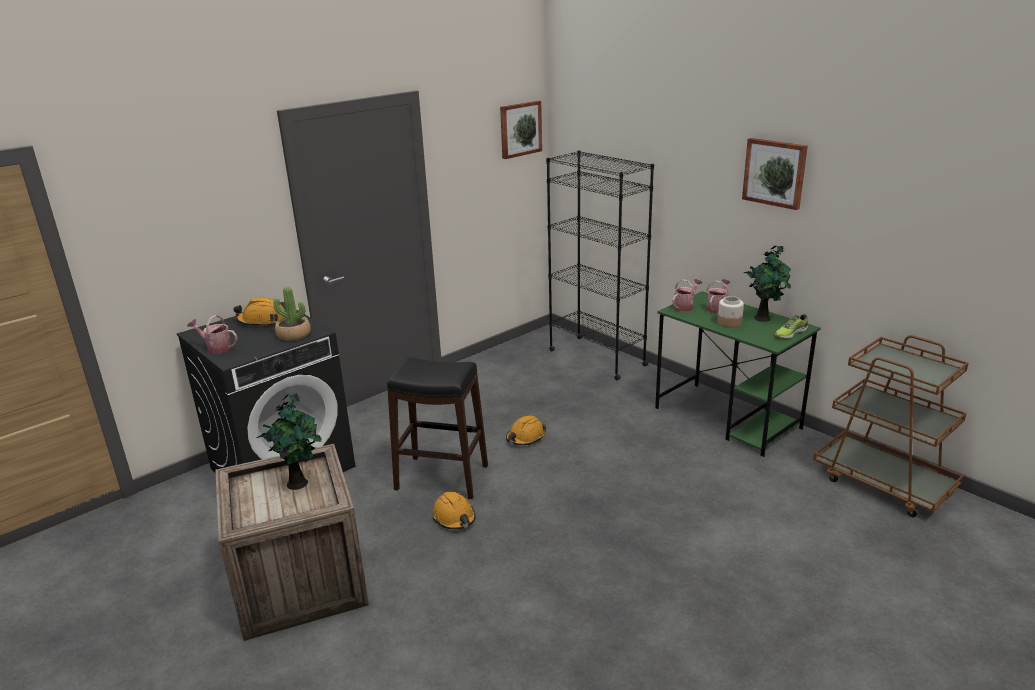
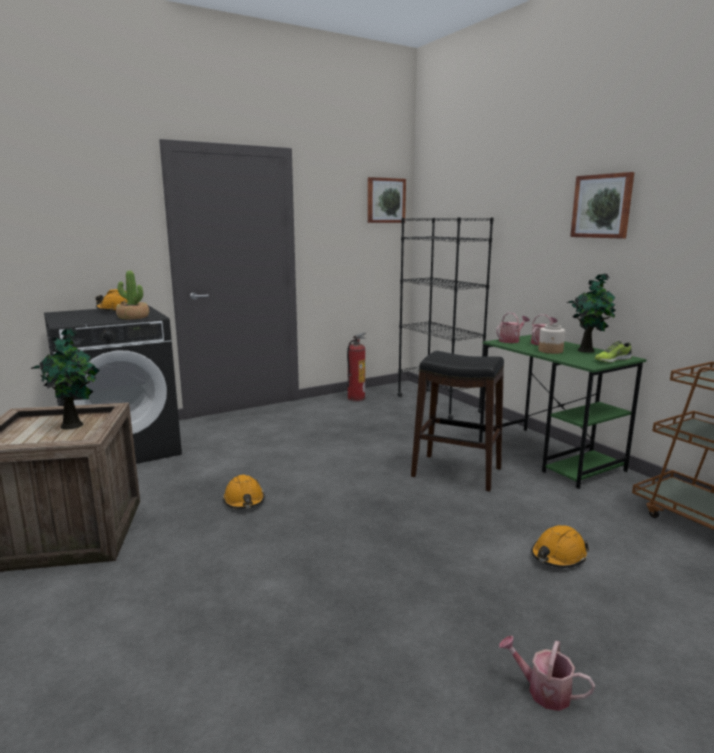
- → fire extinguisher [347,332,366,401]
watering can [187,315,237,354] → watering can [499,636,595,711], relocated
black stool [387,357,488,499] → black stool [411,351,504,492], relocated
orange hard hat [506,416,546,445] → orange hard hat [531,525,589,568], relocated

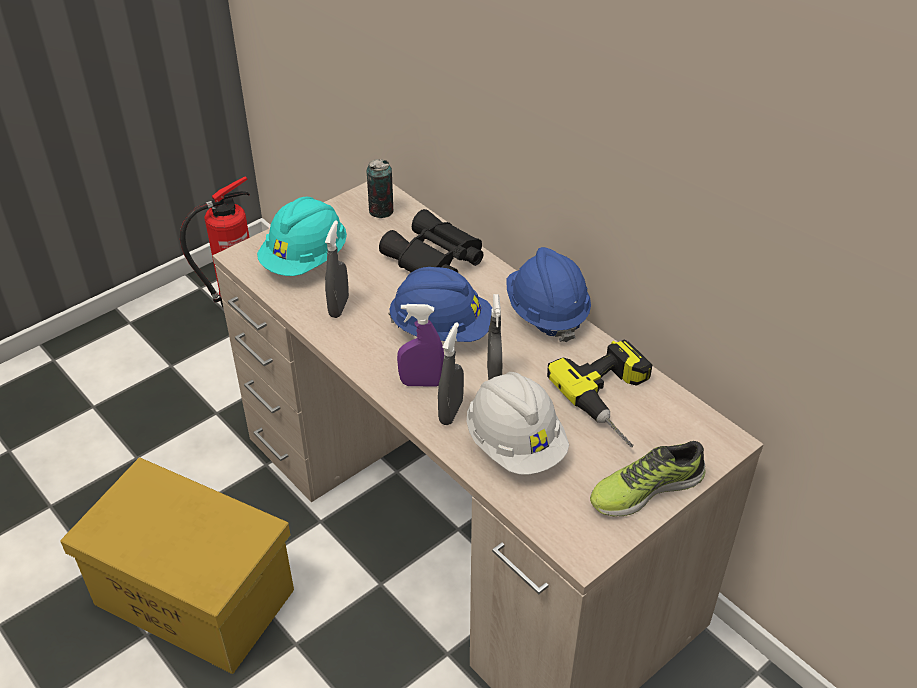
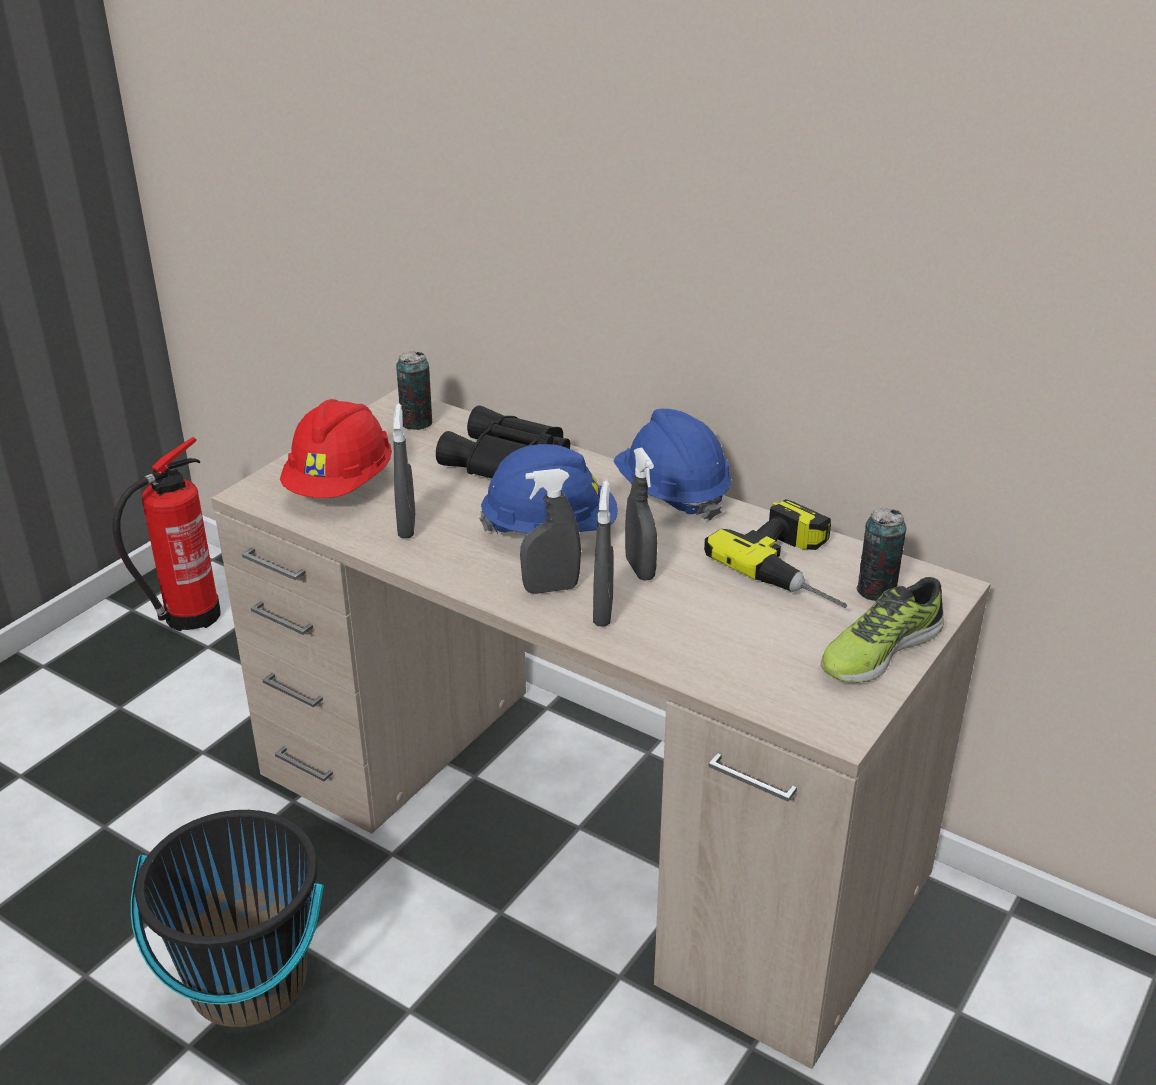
white hard hat [467,372,569,475] → -
- → can [856,508,906,601]
yellow storage box [60,457,294,674] → black bucket [131,810,324,1028]
turquoise hard hat [257,197,347,276] → red hard hat [280,399,392,498]
purple spray bottle [397,304,444,387] → grey spray bottle [520,469,581,594]

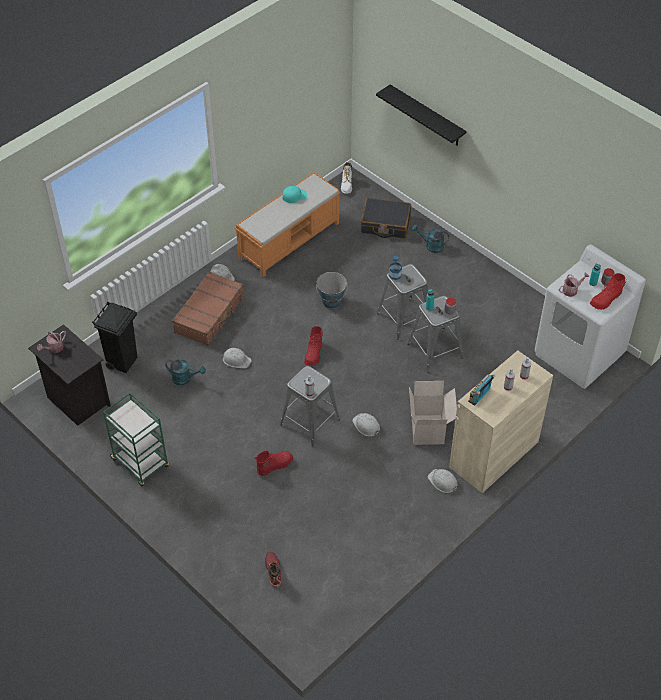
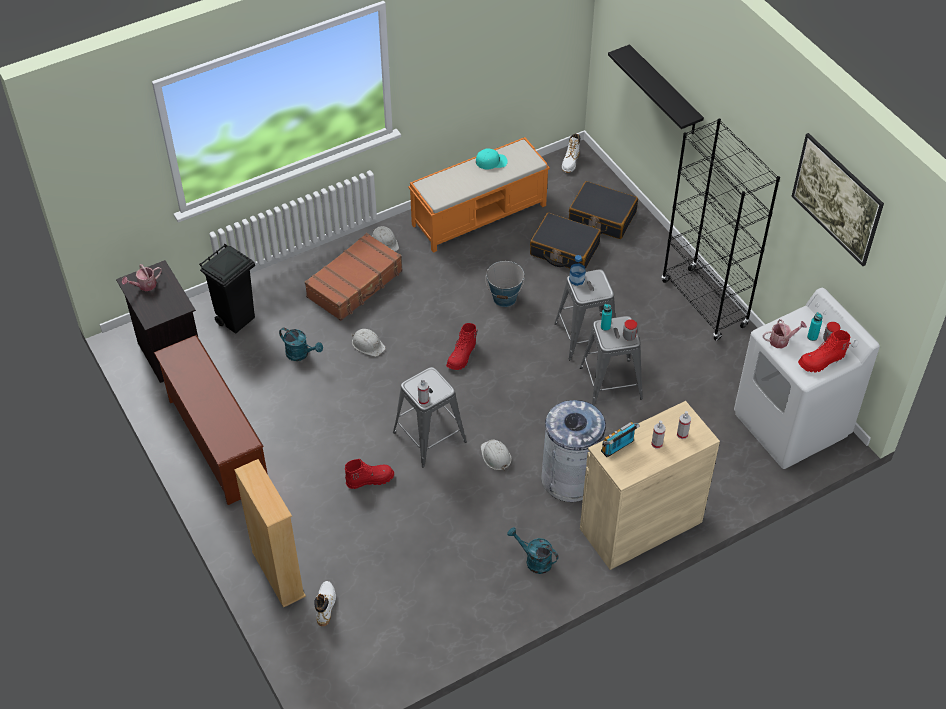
white hard hat [428,469,458,493] → -
- → beige bookcase [234,459,306,608]
- → black suitcase [530,213,601,269]
- → black bookcase [662,118,780,341]
- → picture [791,133,884,266]
turquoise watering can [412,224,449,253] → turquoise watering can [507,527,558,574], relocated
green cart [103,392,169,487] → brown shoe rack [154,335,268,505]
cardboard box [409,381,457,445] → grey trash can [541,400,606,502]
red boot [265,552,281,588] → white boot [314,581,336,626]

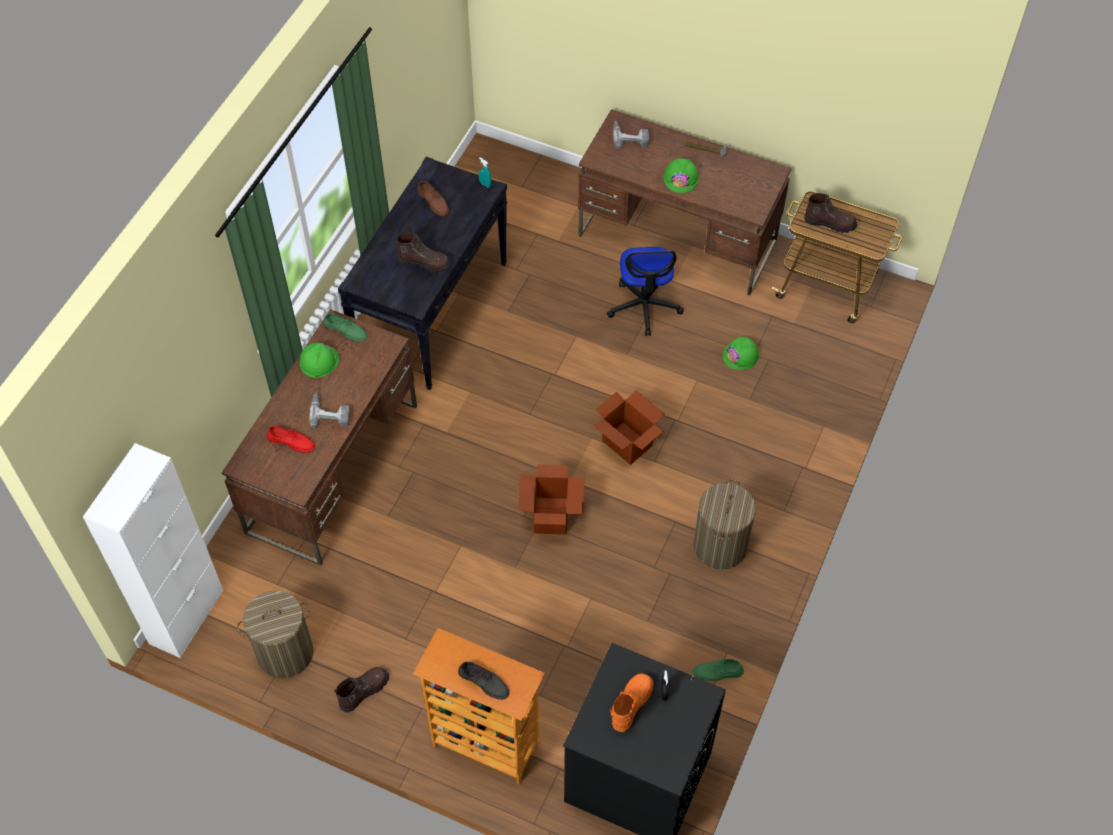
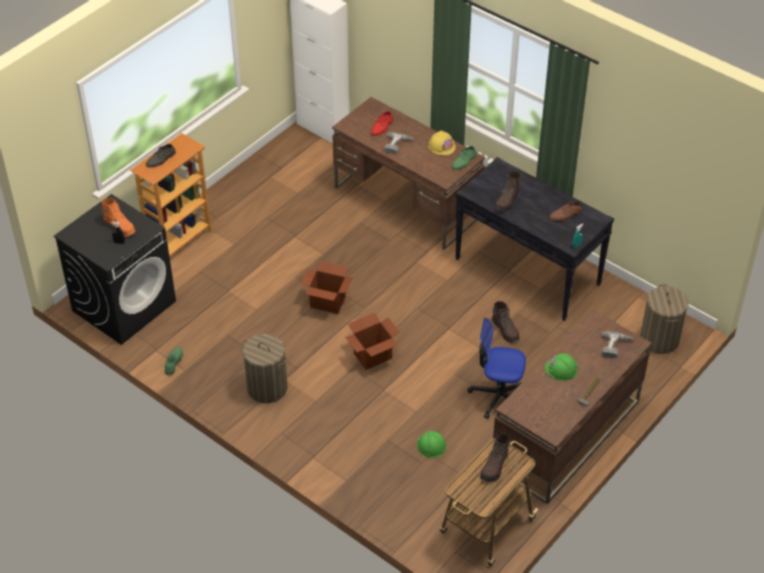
laundry basket [237,590,314,678] → laundry basket [640,284,688,354], relocated
brown boot [334,667,389,712] → brown boot [492,301,520,343], relocated
green hard hat [299,343,339,378] → yellow hard hat [428,131,456,155]

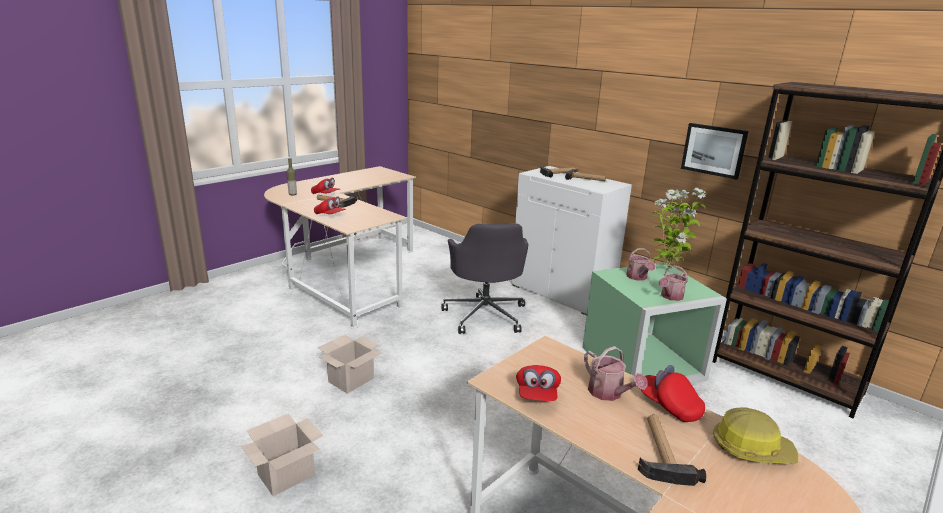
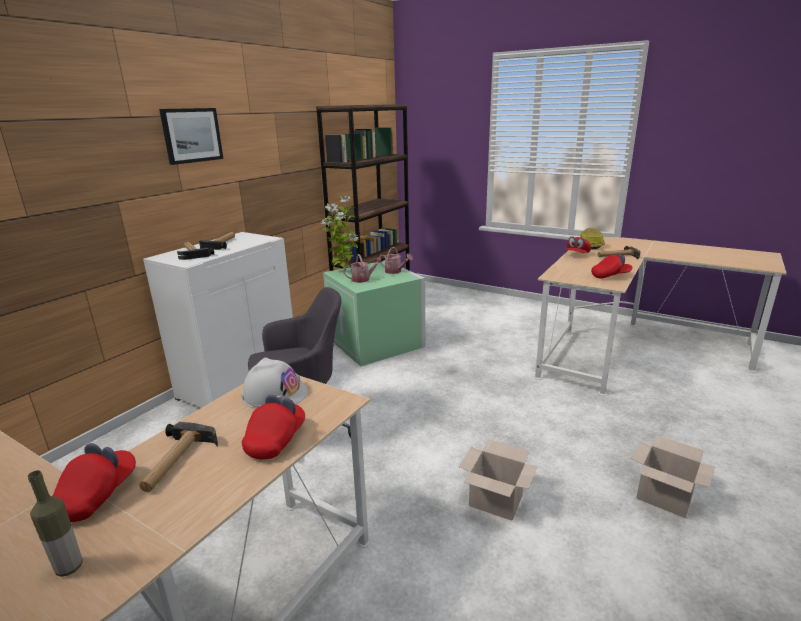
watering can [584,346,647,401] → -
- → white hard hat [241,357,308,409]
picture [681,123,748,180] → picture [159,108,223,165], relocated

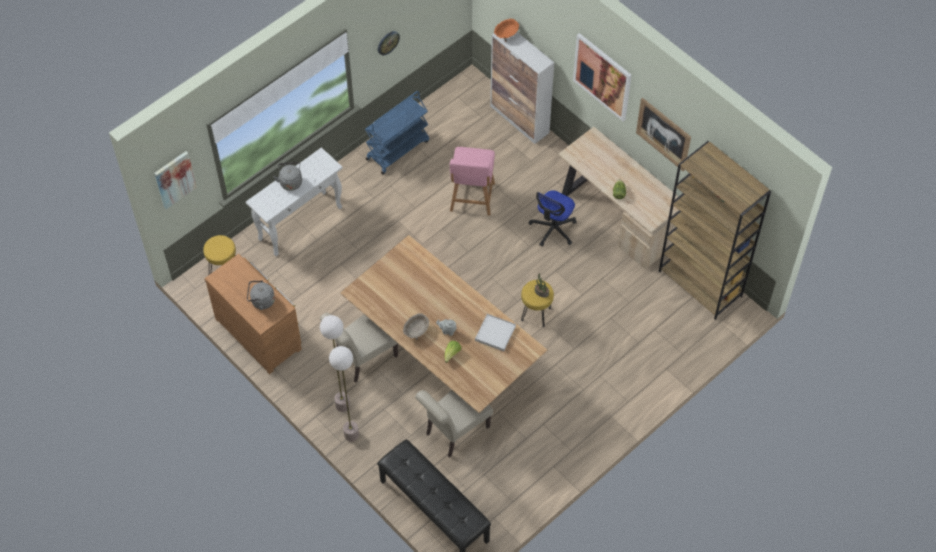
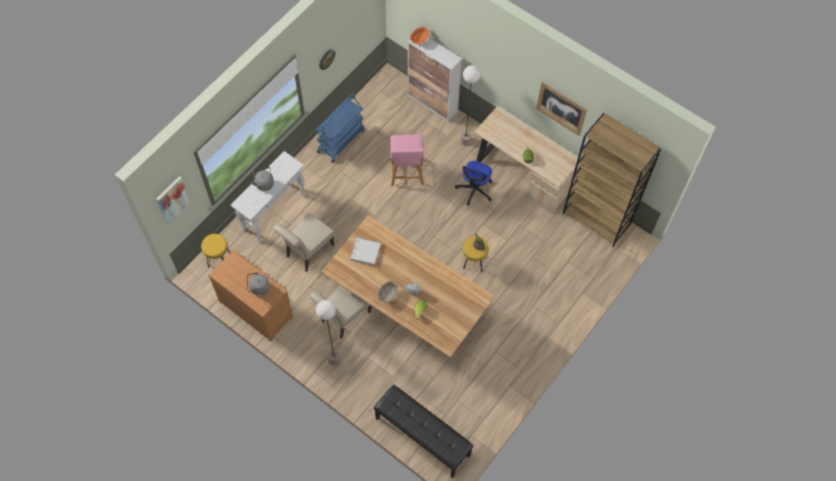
picture [573,33,631,121] → -
floor lamp [329,346,359,441] → floor lamp [460,65,480,146], relocated
beige chair [415,390,493,458] → beige chair [273,213,335,272], relocated
white tray [475,314,516,351] → white tray [350,237,381,266], relocated

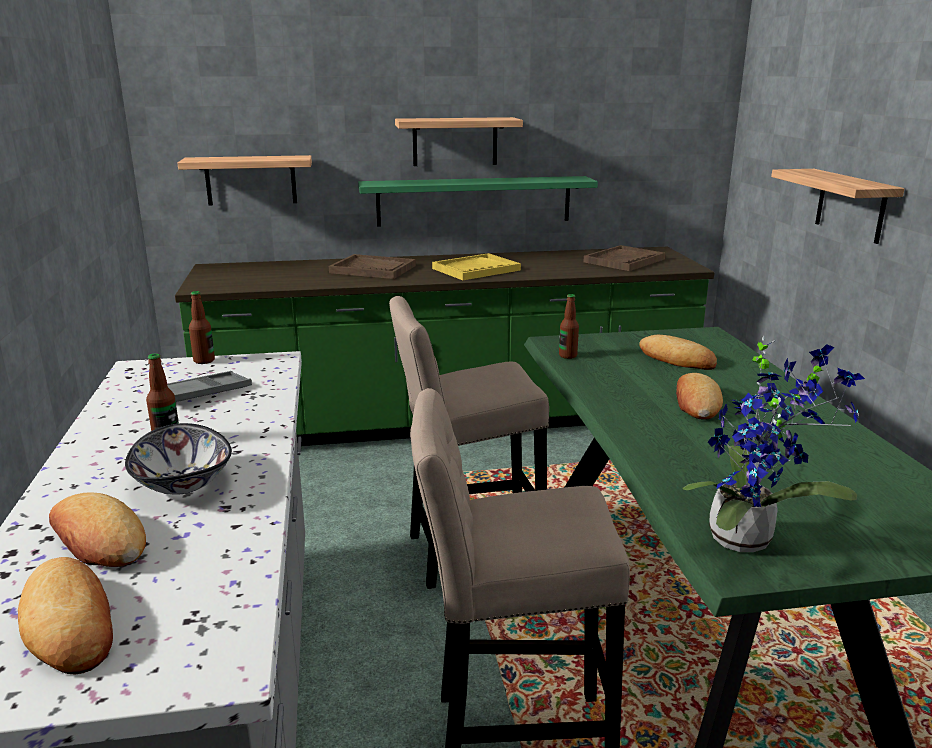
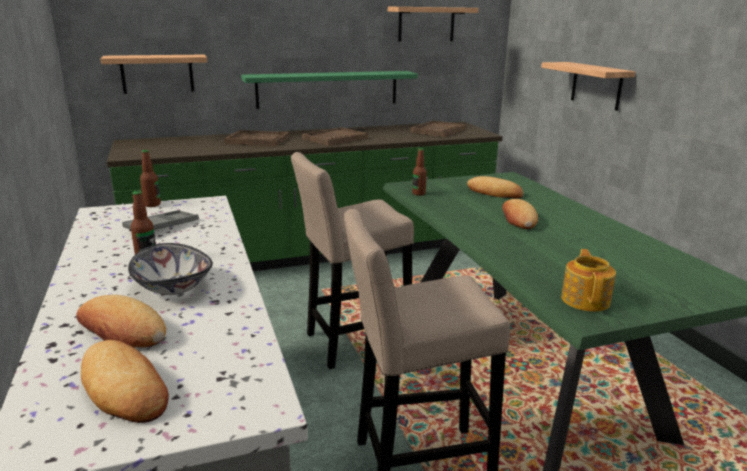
shelf [395,117,523,166] → shelf [388,7,479,42], relocated
potted plant [683,336,865,552] → teapot [561,249,616,312]
yellow tray [432,253,521,280] → brown tray [302,127,368,146]

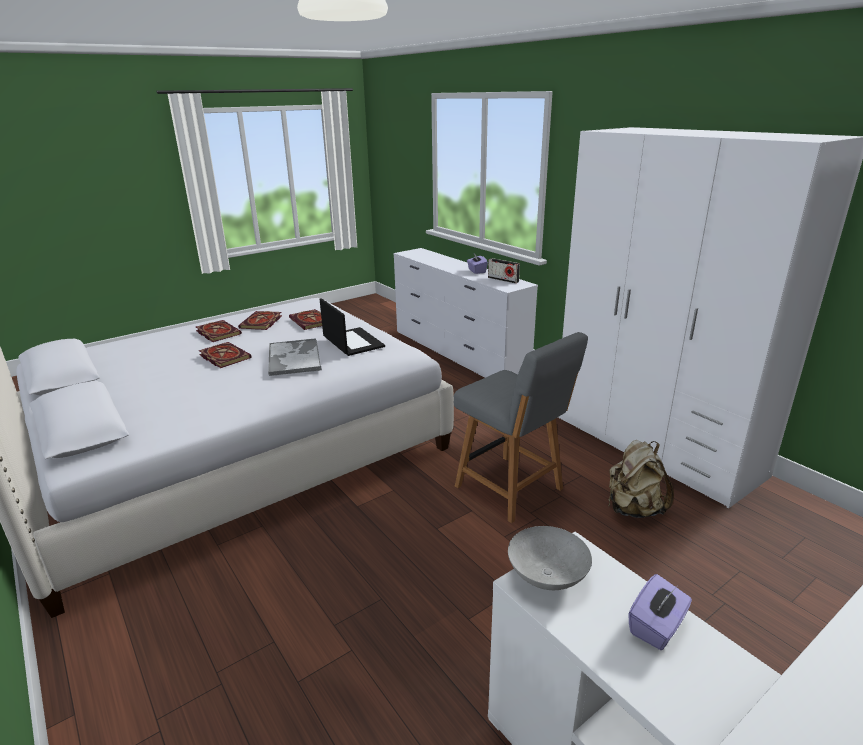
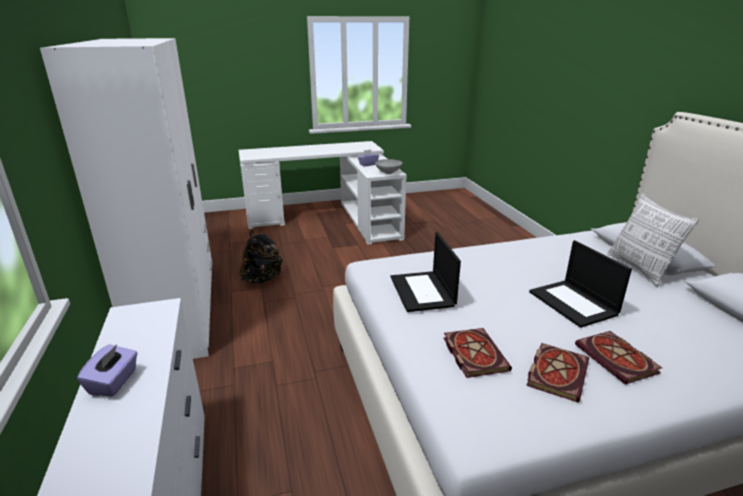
tray [268,338,322,376] → -
grey chair [454,332,588,523] → -
radio [488,258,520,283] → -
- → pillow [607,193,699,287]
book [199,342,252,368] → laptop [529,240,632,328]
beige backpack [609,440,674,518] → black backpack [240,230,282,283]

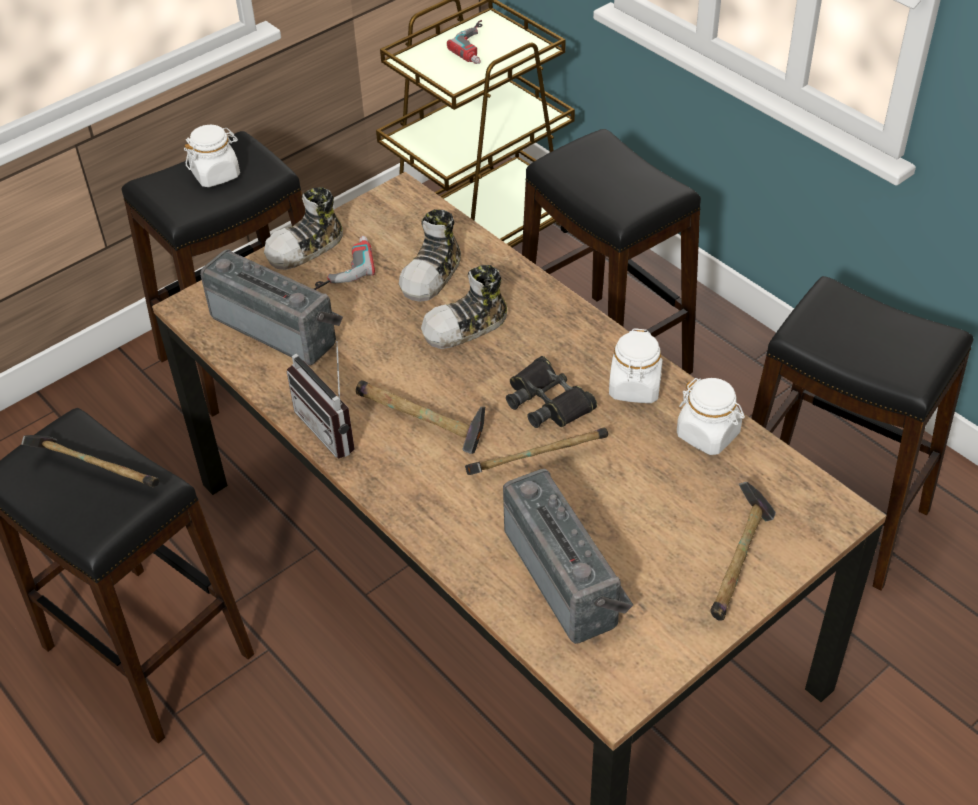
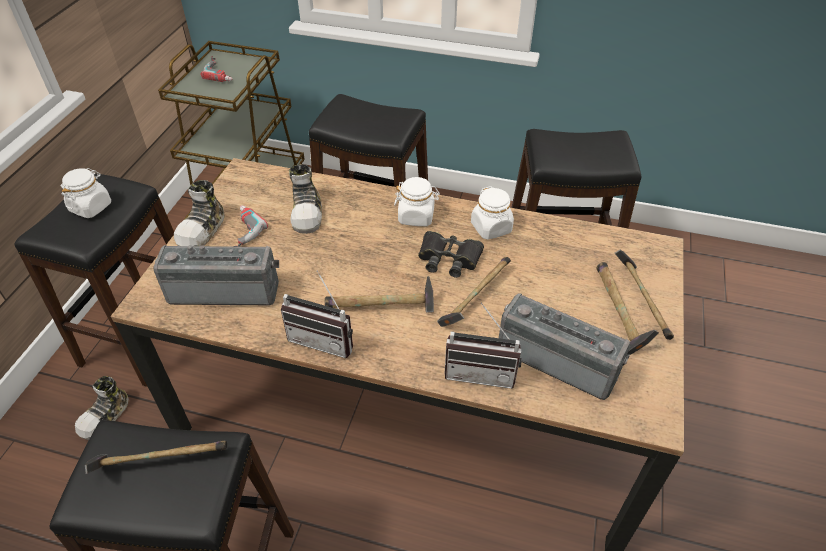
- → radio [444,302,522,389]
- → hammer [596,262,659,355]
shoe [421,265,507,349] → shoe [75,376,129,440], relocated
white jar [677,378,745,455] → white jar [394,177,440,226], relocated

